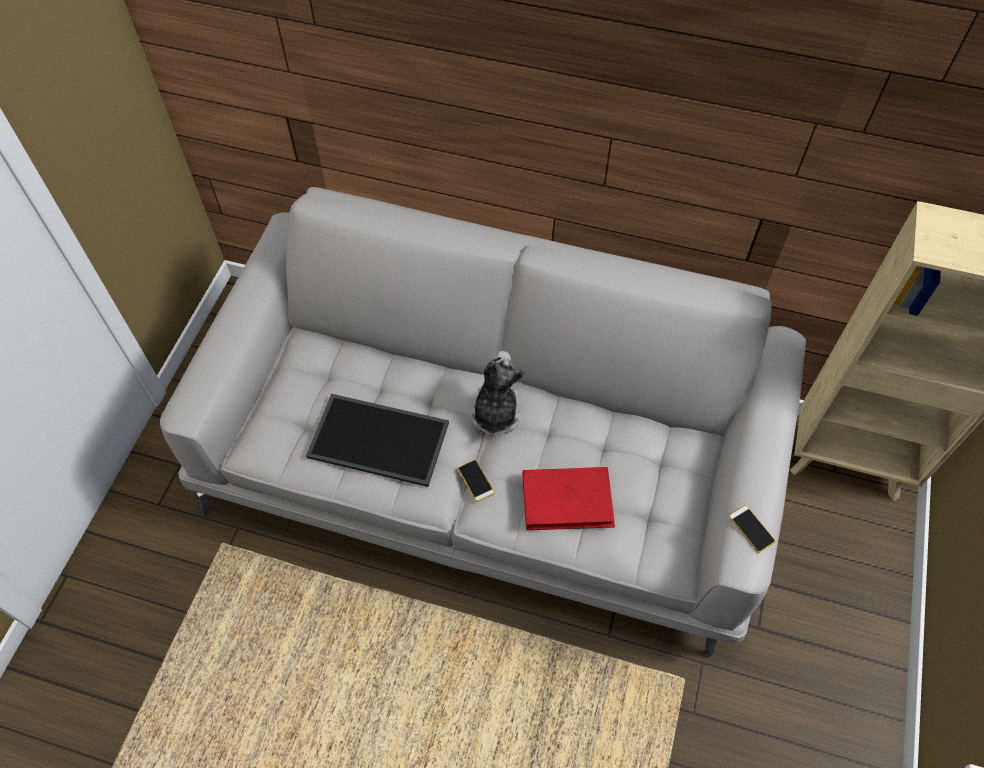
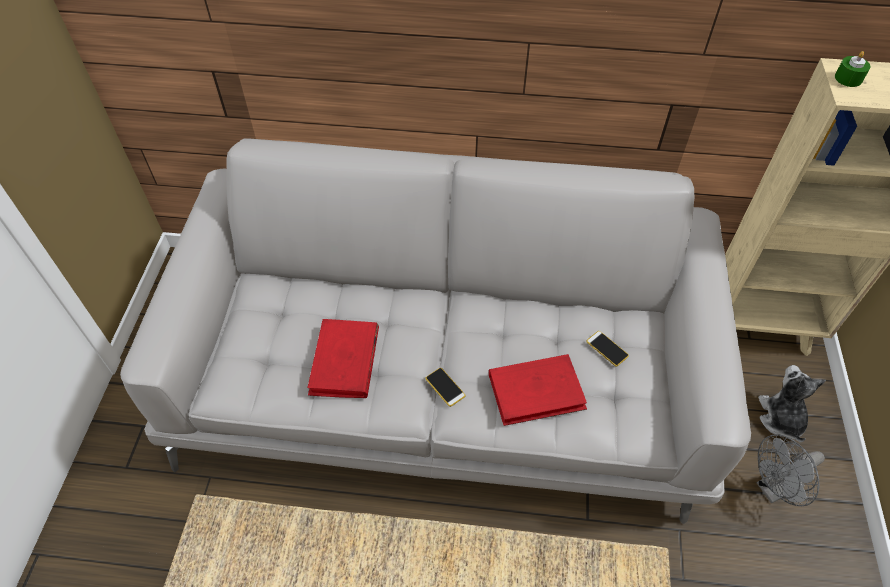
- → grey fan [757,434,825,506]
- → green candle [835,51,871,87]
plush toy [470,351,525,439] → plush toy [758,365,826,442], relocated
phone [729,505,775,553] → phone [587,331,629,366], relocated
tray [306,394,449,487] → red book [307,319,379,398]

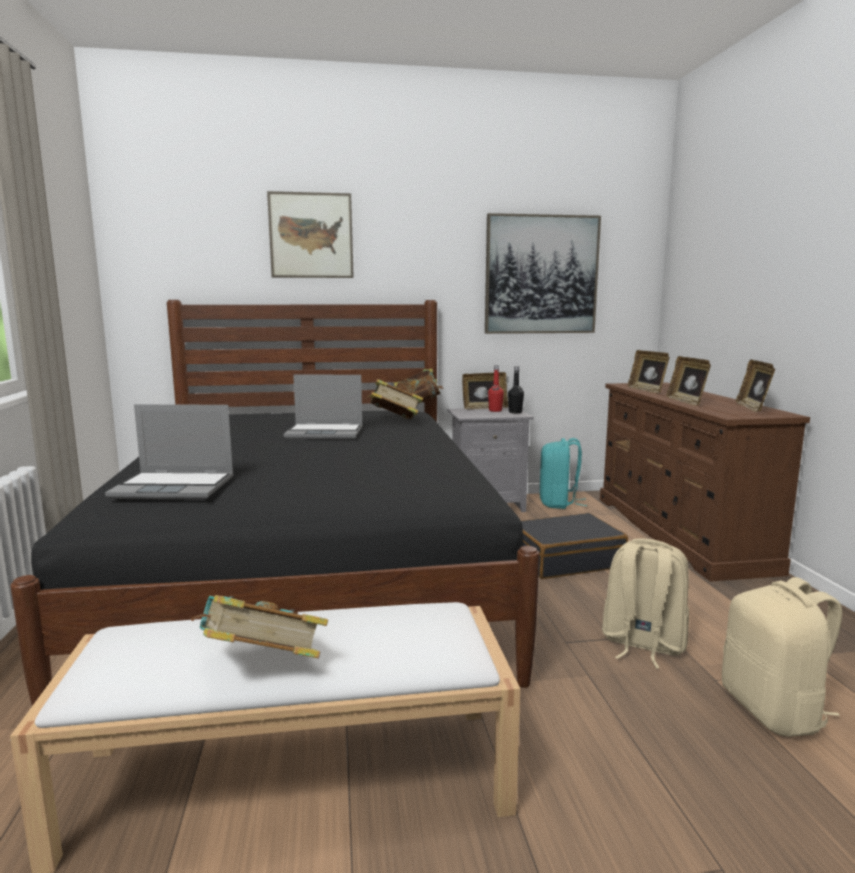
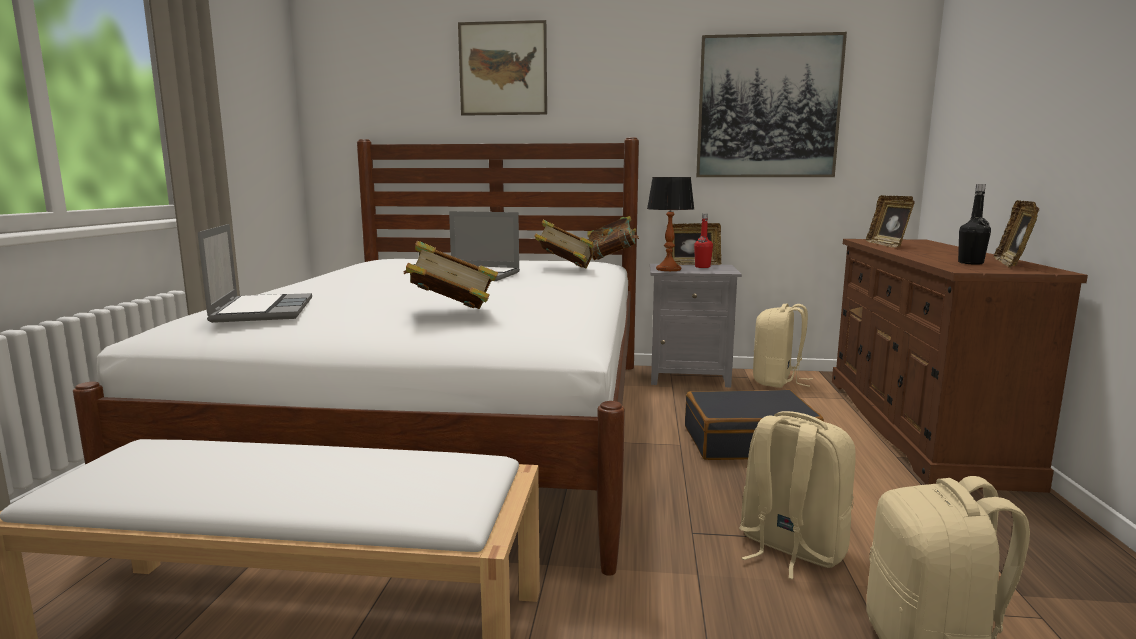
picture frame [666,356,711,406] → -
- → table lamp [647,177,694,271]
book [190,595,328,658] → book [403,241,498,309], relocated
black bottle [508,366,524,413] → black bottle [958,184,991,265], relocated
black bed [10,300,539,706] → white bed [73,138,639,576]
turquoise backpack [540,438,587,509] → beige backpack [753,303,813,388]
laptop [105,404,234,500] → laptop [198,224,312,323], 120 degrees counterclockwise

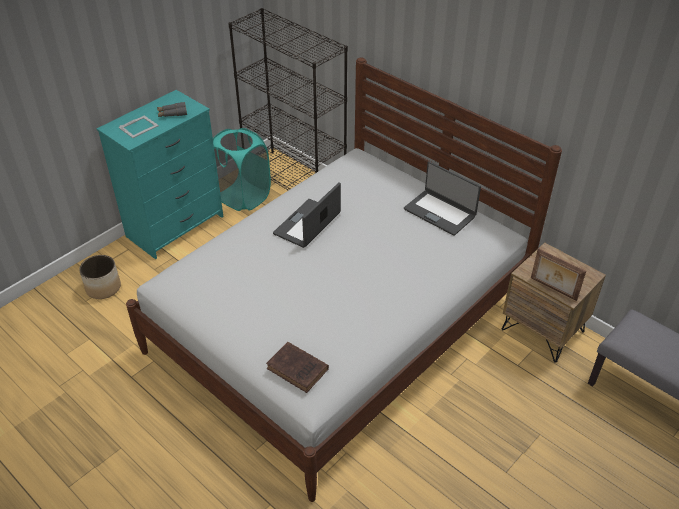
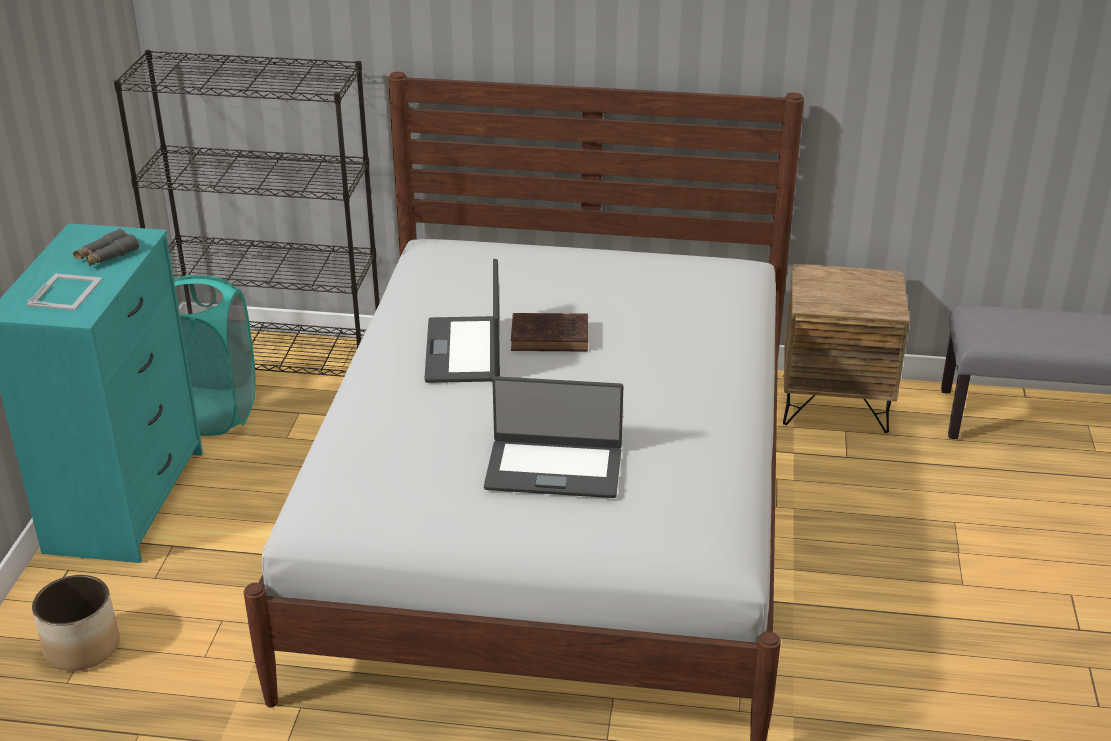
picture frame [531,248,586,301] → -
brown book [266,342,329,393] → brown book [511,313,588,351], relocated
laptop [404,161,481,236] → laptop [484,376,623,498], relocated

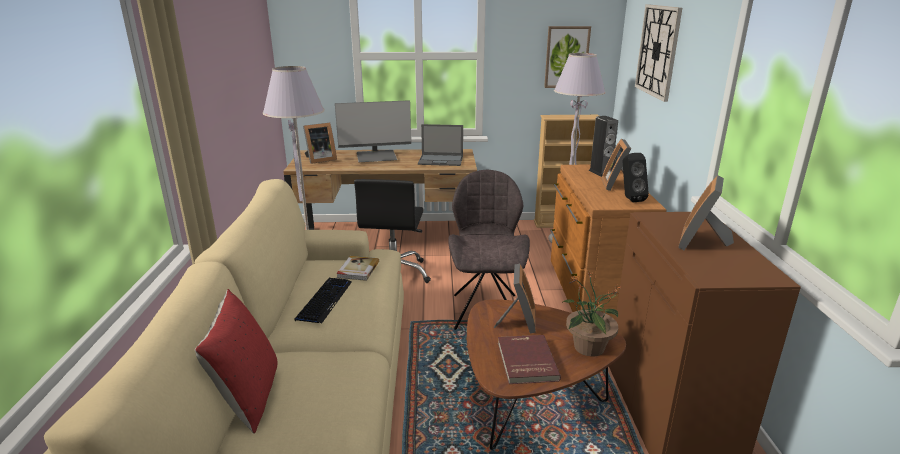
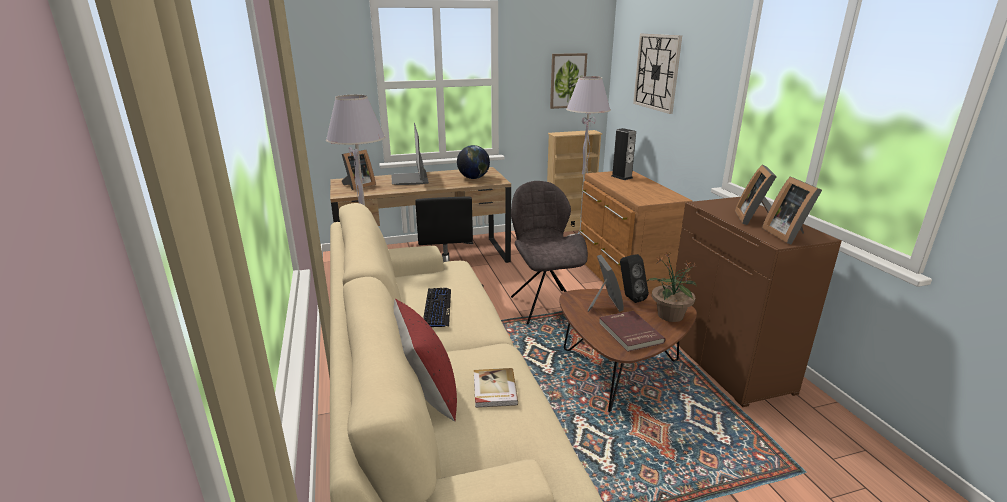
book [336,256,379,281] → book [474,368,518,408], relocated
picture frame [602,139,631,191] → picture frame [762,177,822,244], relocated
black speaker [623,153,649,202] → black speaker [620,254,649,303], relocated
laptop [418,124,463,166] → globe [457,145,490,179]
monitor [335,100,411,162] → monitor [391,123,429,185], 105 degrees clockwise

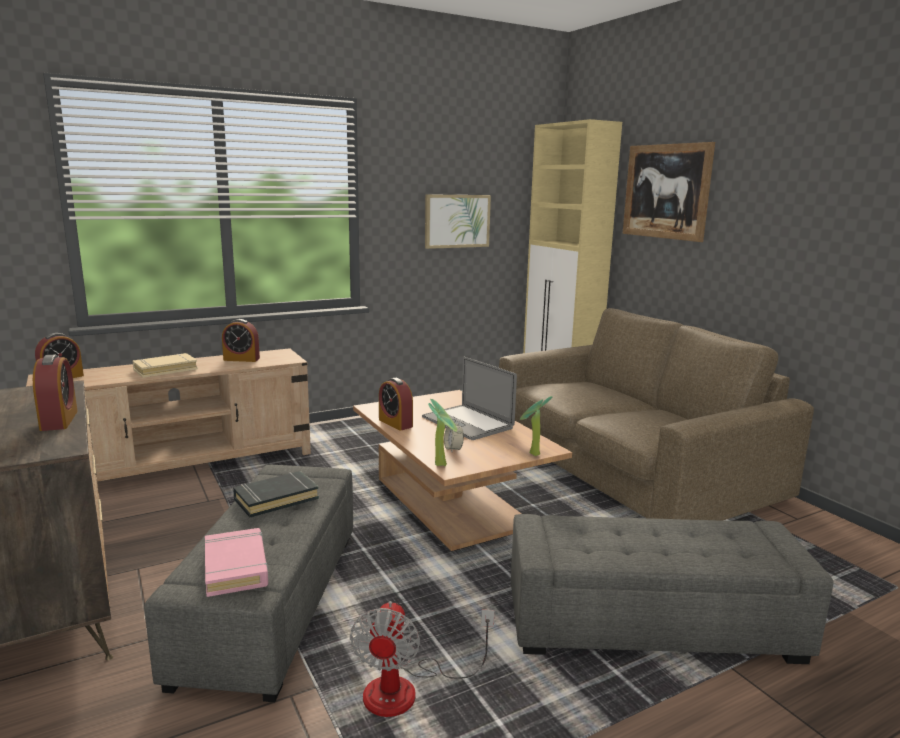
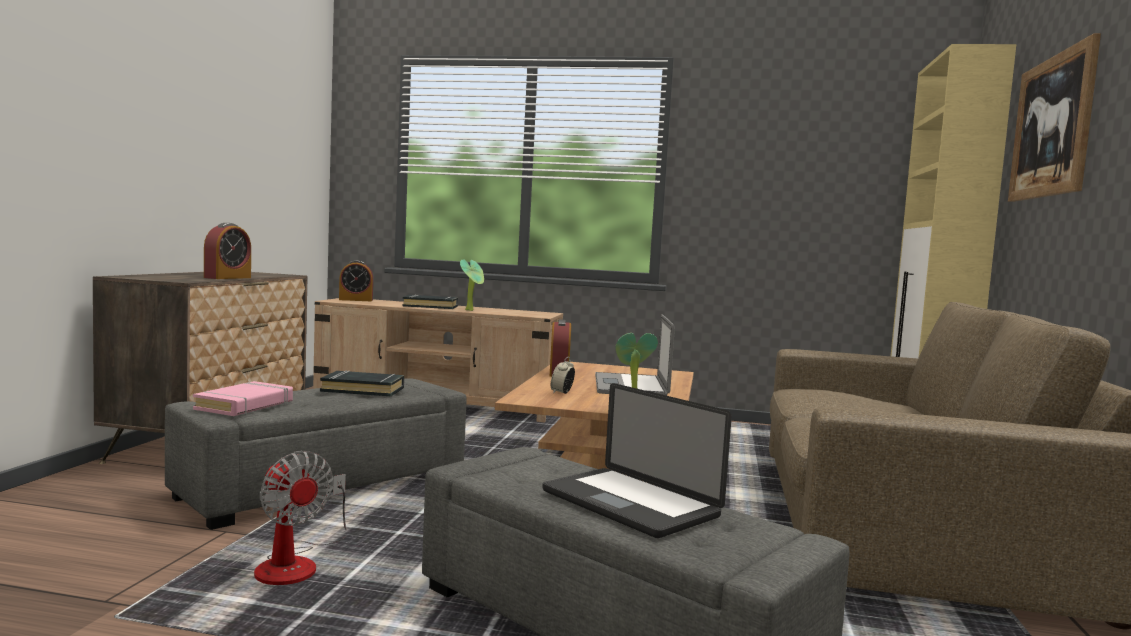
alarm clock [222,319,260,362] → -
picture [425,194,491,249] → -
- → laptop [542,383,732,538]
potted plant [428,399,457,466] → potted plant [460,259,484,311], relocated
beige book [133,353,198,378] → black book [403,295,458,309]
fan [350,601,494,717] → fan [254,451,347,585], 90 degrees counterclockwise

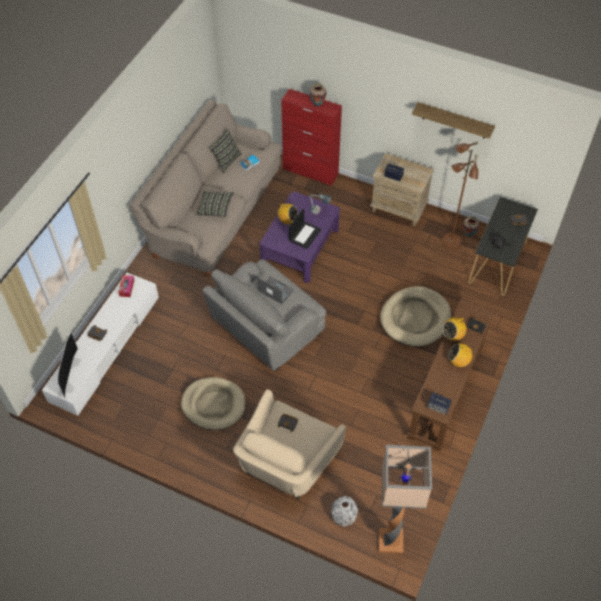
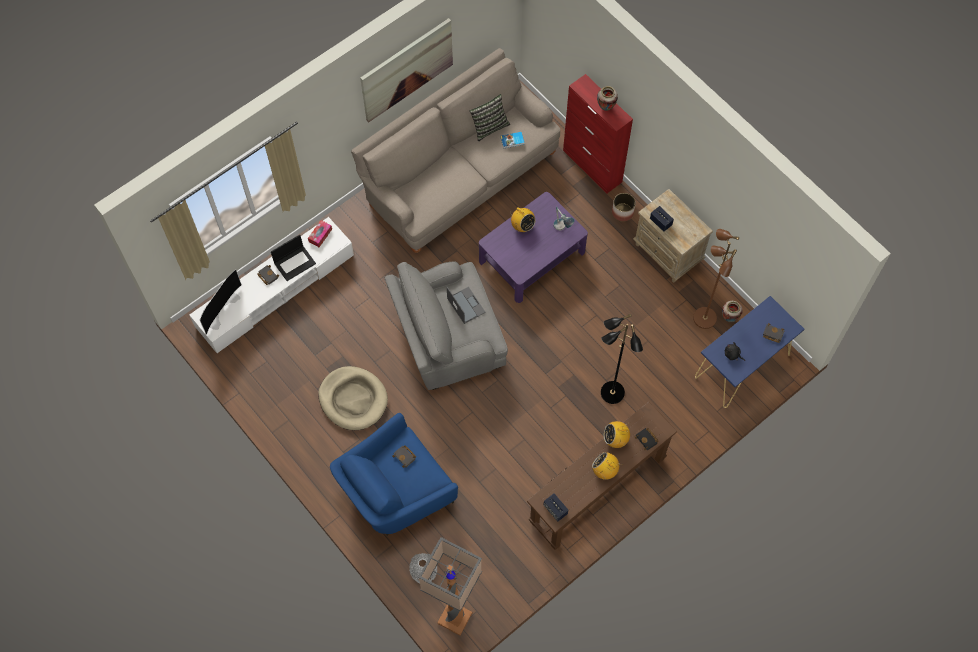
pillow [195,191,234,217] → -
shelf [412,102,495,139] → -
- → picture [360,18,453,122]
- → planter [612,193,636,221]
laptop [289,208,321,249] → laptop [271,234,316,281], relocated
beige dog bed [380,286,451,346] → black floor lamp [601,314,643,404]
beige armchair [233,389,346,500] → blue armchair [330,413,458,536]
black console table [469,197,538,296] → blue console table [695,296,804,408]

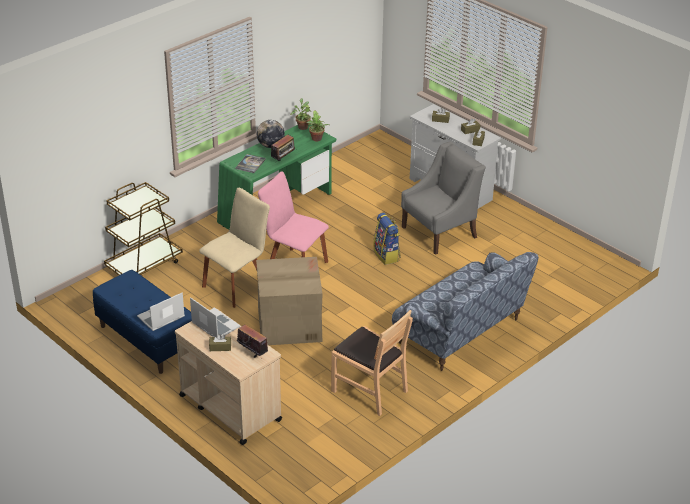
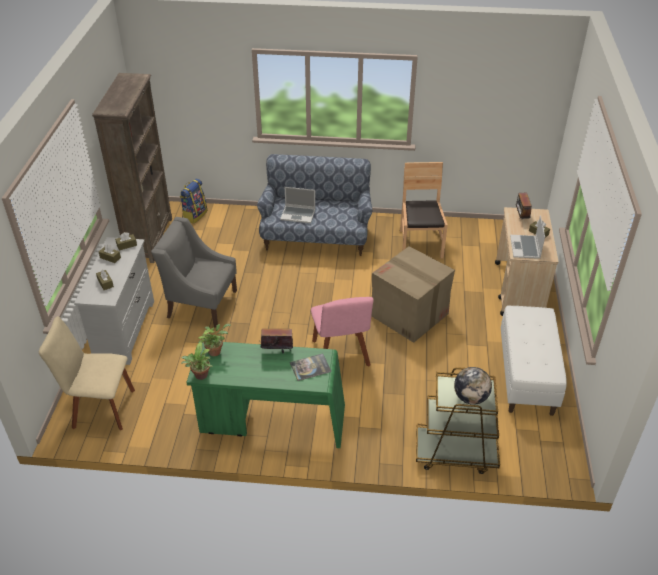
- → brown bookcase [92,73,172,263]
laptop [137,292,185,331] → laptop [280,187,315,223], relocated
beige chair [199,188,270,308] → beige chair [39,316,135,430], relocated
globe [257,120,285,148] → globe [454,367,492,405], relocated
backpack [373,213,401,265] → backpack [180,178,207,223], relocated
blue bench [93,270,192,374] → white bench [501,306,567,416]

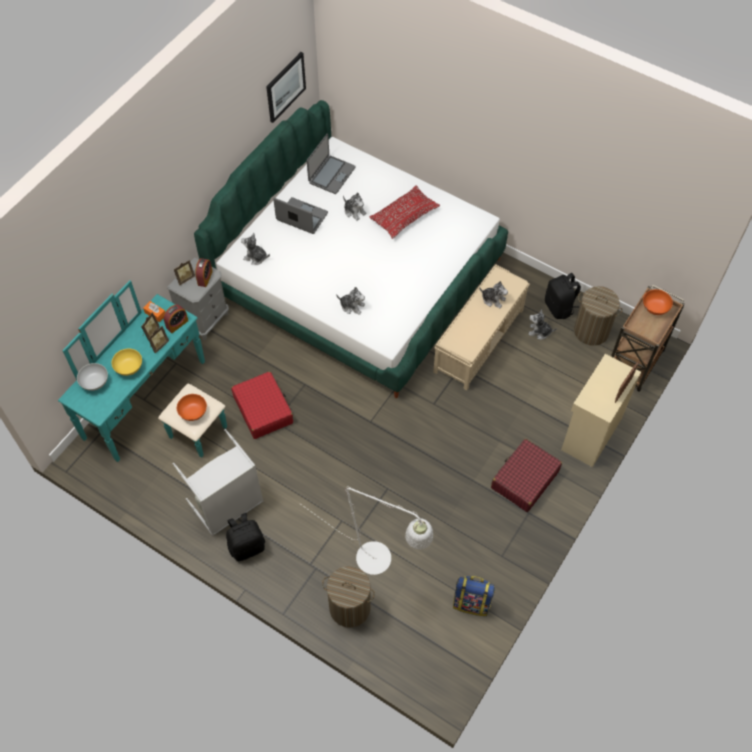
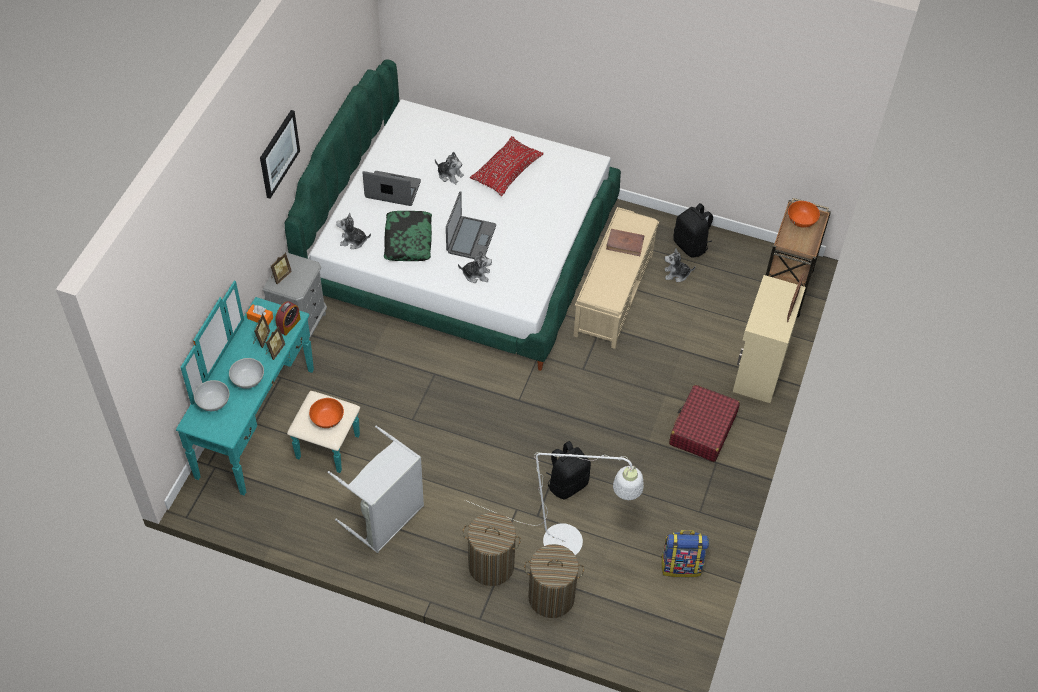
alarm clock [195,258,213,287] → -
red suitcase [231,372,293,439] → -
- → pillow [384,211,432,261]
black backpack [226,513,265,561] → black backpack [546,441,591,499], relocated
picture [266,52,306,123] → picture [260,110,300,199], relocated
laptop [307,133,356,194] → laptop [446,191,496,259], relocated
laundry basket [574,286,623,346] → laundry basket [462,512,521,586], relocated
plush toy [479,281,508,309] → brown book [606,229,645,256]
yellow bowl [111,348,142,376] → white bowl [229,358,264,389]

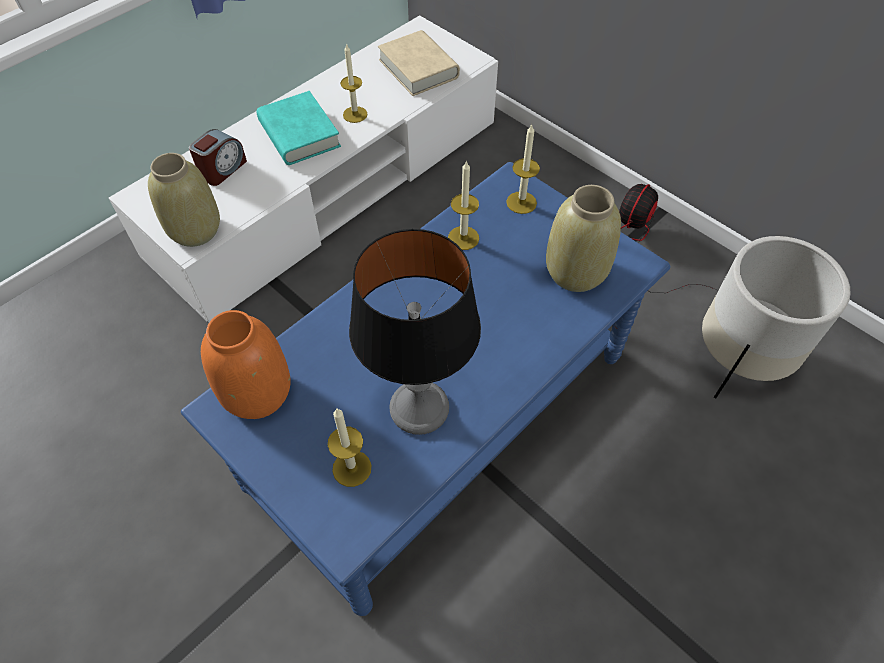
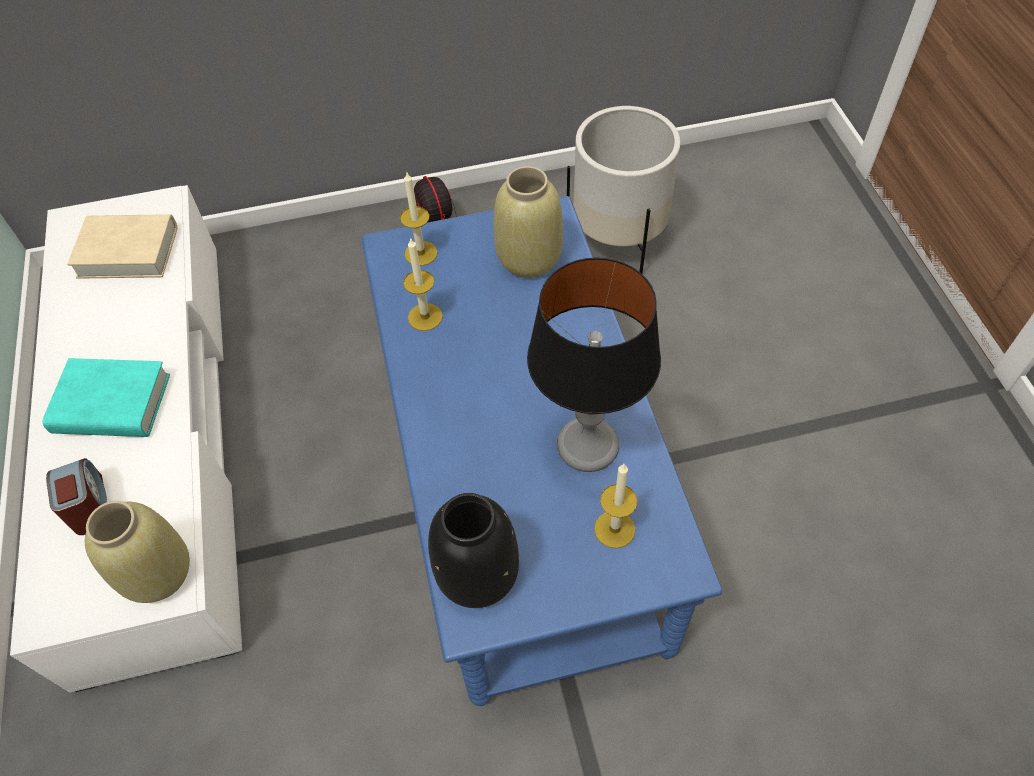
candle [340,43,368,123] → -
orange vase [201,310,291,419] → black vase [428,493,519,608]

